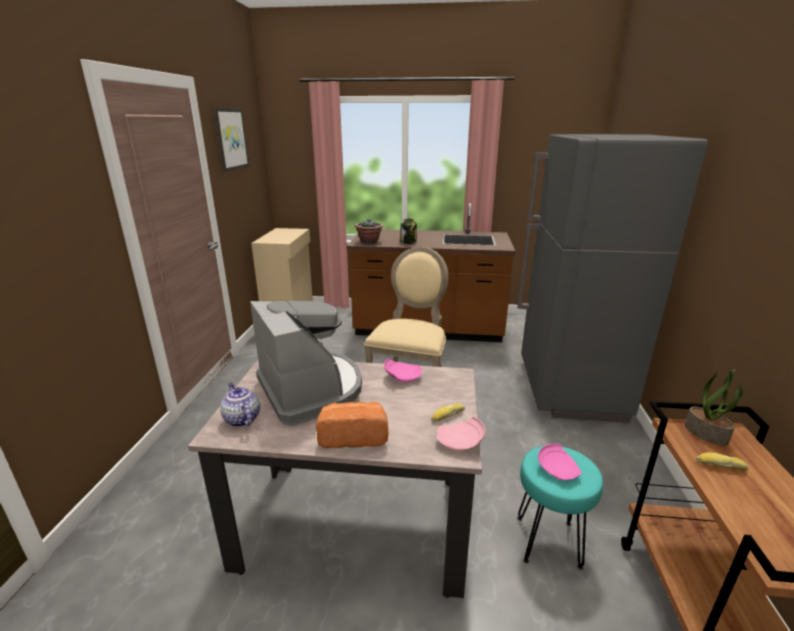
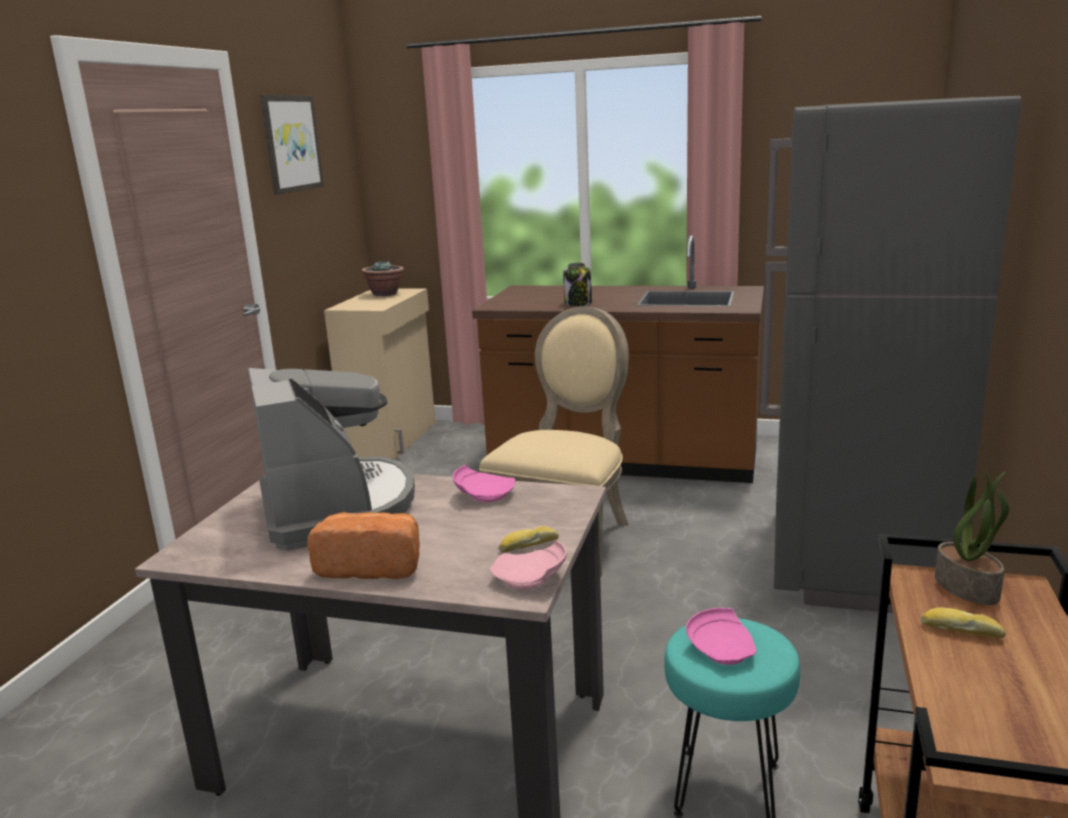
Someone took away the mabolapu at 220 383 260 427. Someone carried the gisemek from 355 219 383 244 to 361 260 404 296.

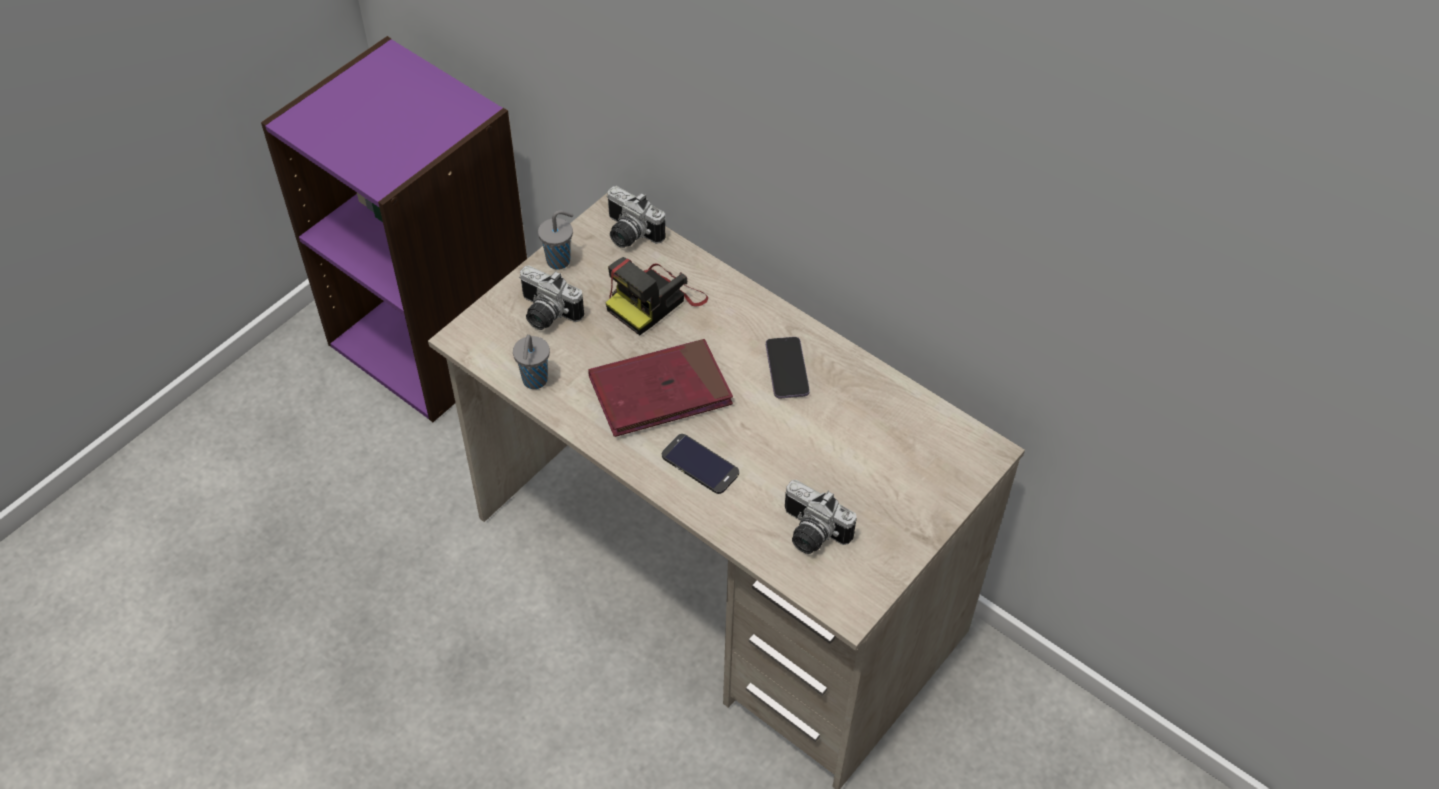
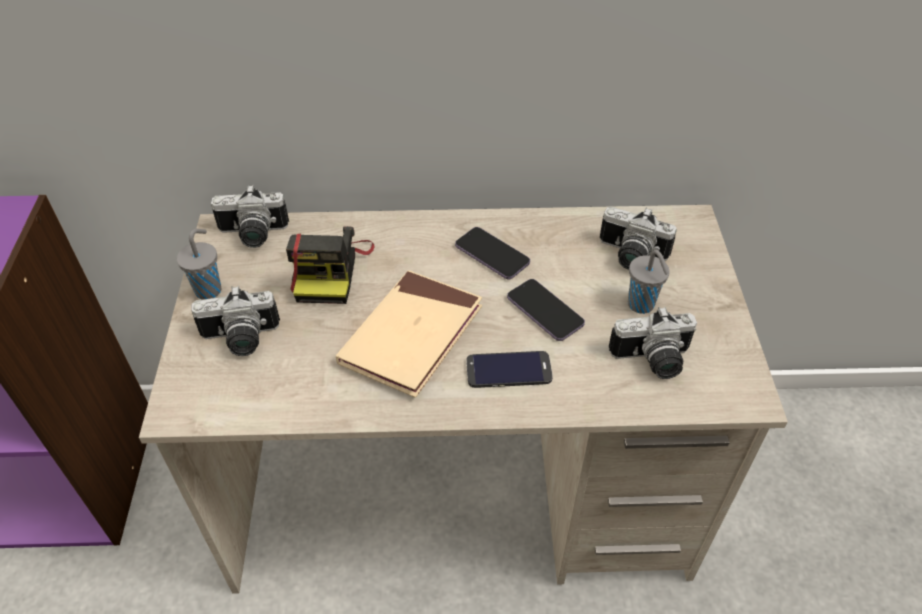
Someone carried the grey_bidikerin from 513 335 550 389 to 628 250 670 314. Someone repainted the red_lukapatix at 588 339 733 437, which became the beige_lukapatix at 336 270 482 398. Someone put down the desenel at 507 279 585 341. Someone put down the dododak at 600 207 677 270.

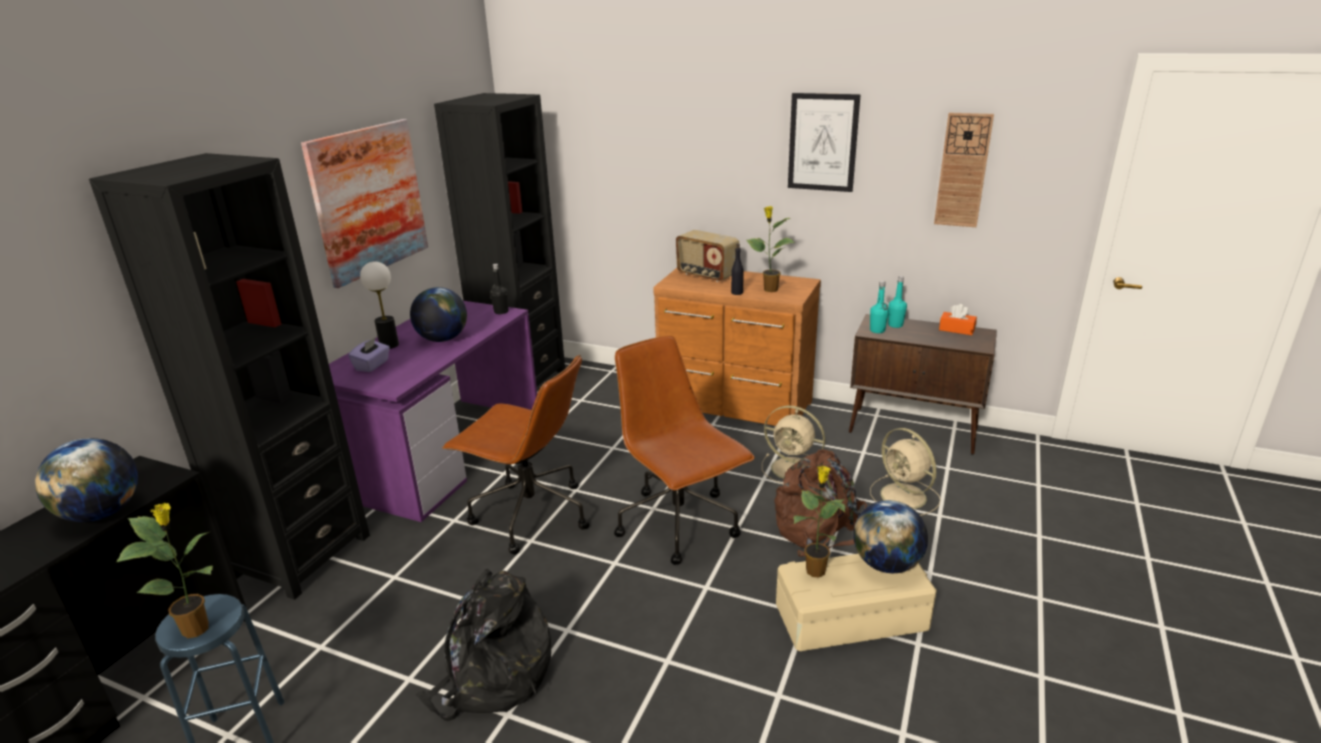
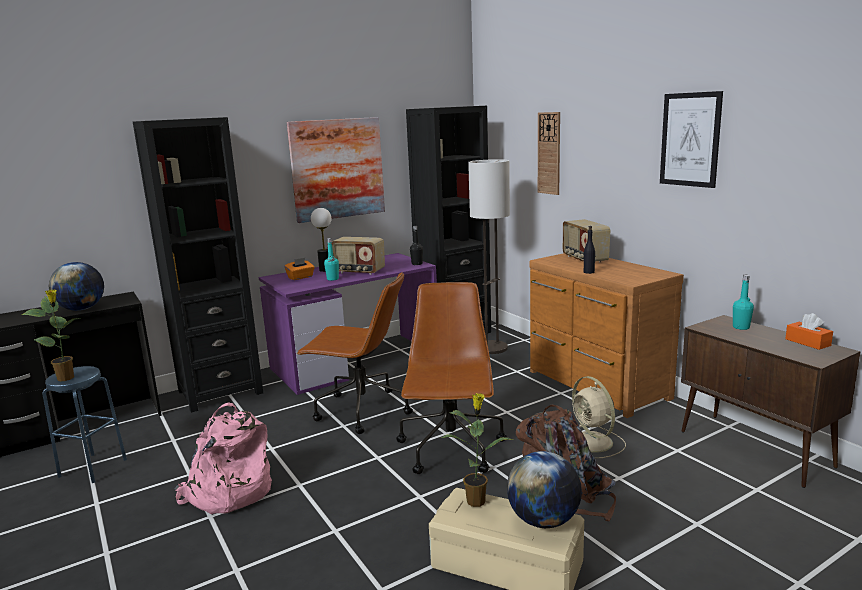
Someone repainted the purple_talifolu at 348 337 390 372, which became the orange_talifolu at 284 258 315 280. Someone swapped the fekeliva at 410 287 467 342 for the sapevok at 332 237 385 275. Someone repainted the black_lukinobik at 416 569 551 721, which became the pink_lukinobik at 175 402 272 514. Someone rotated the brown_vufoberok at 442 354 589 554 by 45 degrees counterclockwise. Someone took away the gisemek at 746 206 795 292. Someone carried the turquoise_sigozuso from 870 281 889 333 to 324 238 339 281. Someone took away the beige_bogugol at 870 428 941 516. Someone carried the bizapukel from 934 113 994 227 to 538 112 560 195. Someone put down the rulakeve at 468 159 510 354.

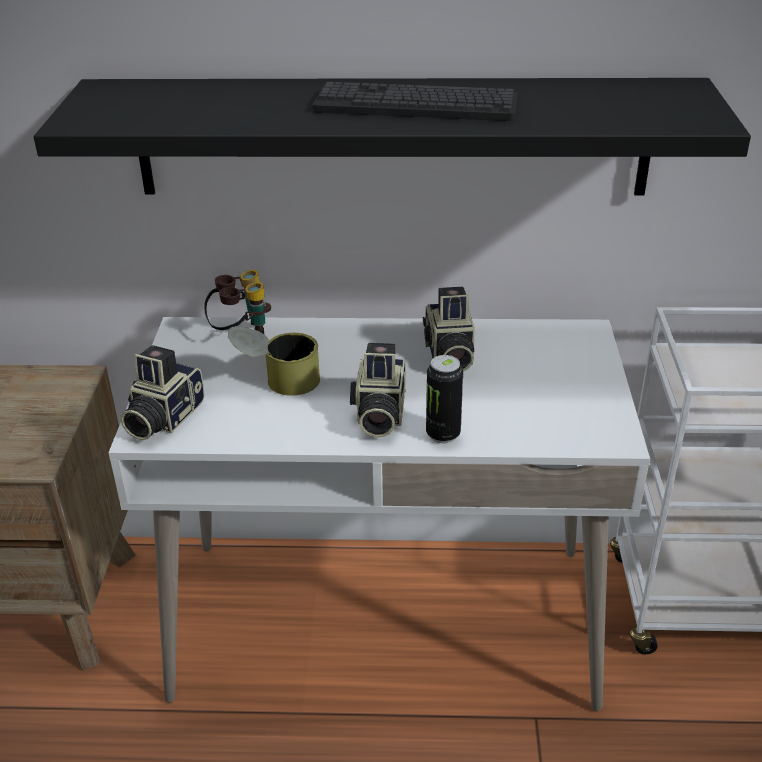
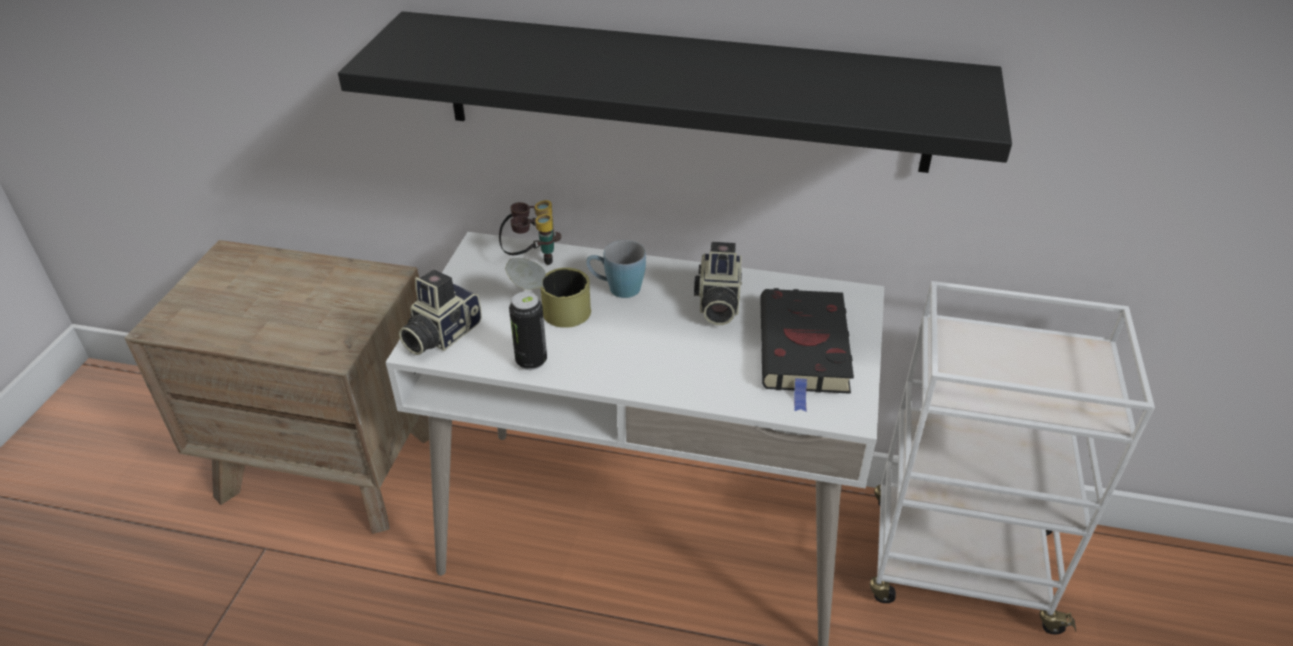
Someone took away the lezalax at 313 82 517 121. Someone took away the dododak at 350 343 406 438. Someone carried the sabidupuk from 426 355 463 443 to 509 292 547 370. Someone put down the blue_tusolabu at 586 240 646 298. Someone put down the black_lukapatix at 760 288 854 412.

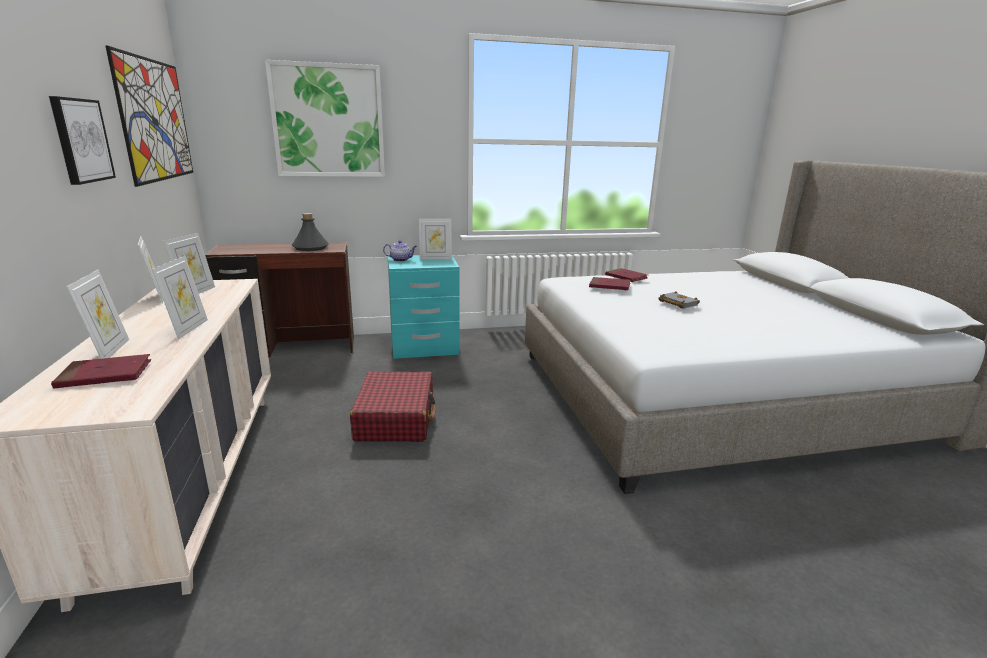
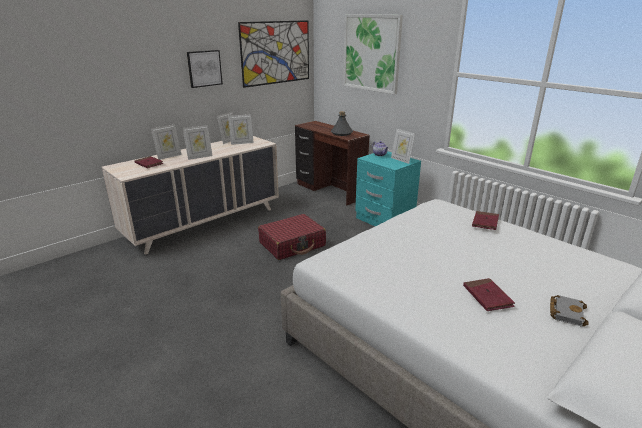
Someone carried the red_lukapatix from 589 277 631 291 to 463 278 515 311. Someone carried the grey_lukapatix from 658 291 700 309 to 550 295 589 327.

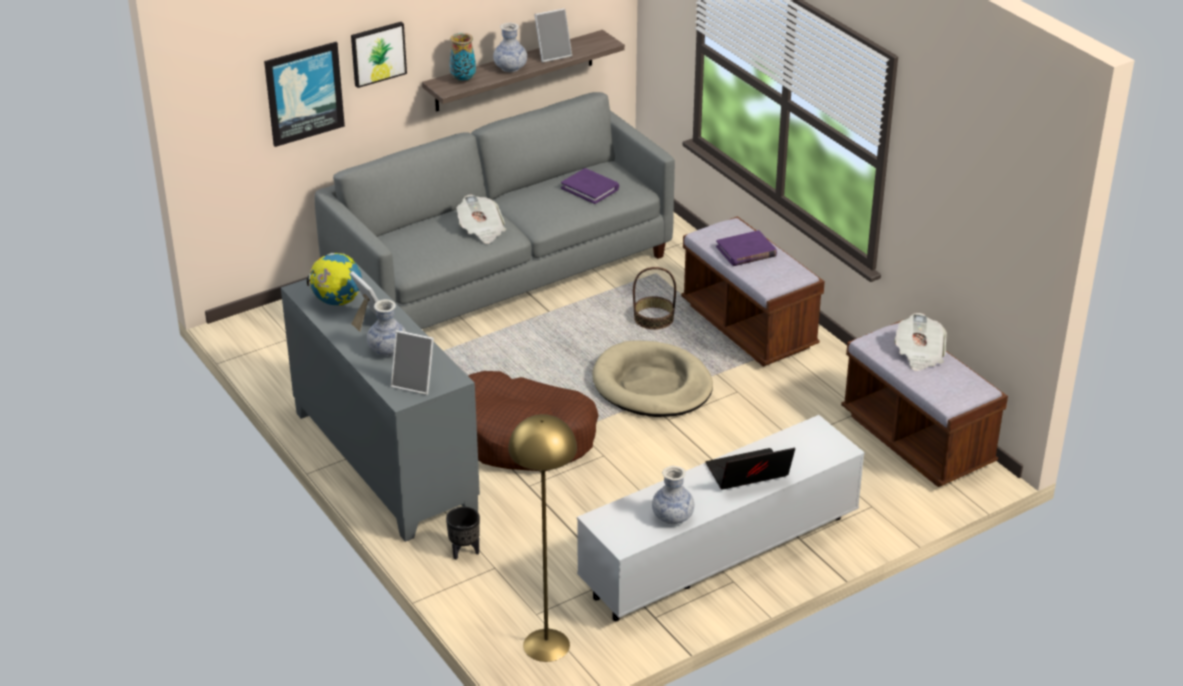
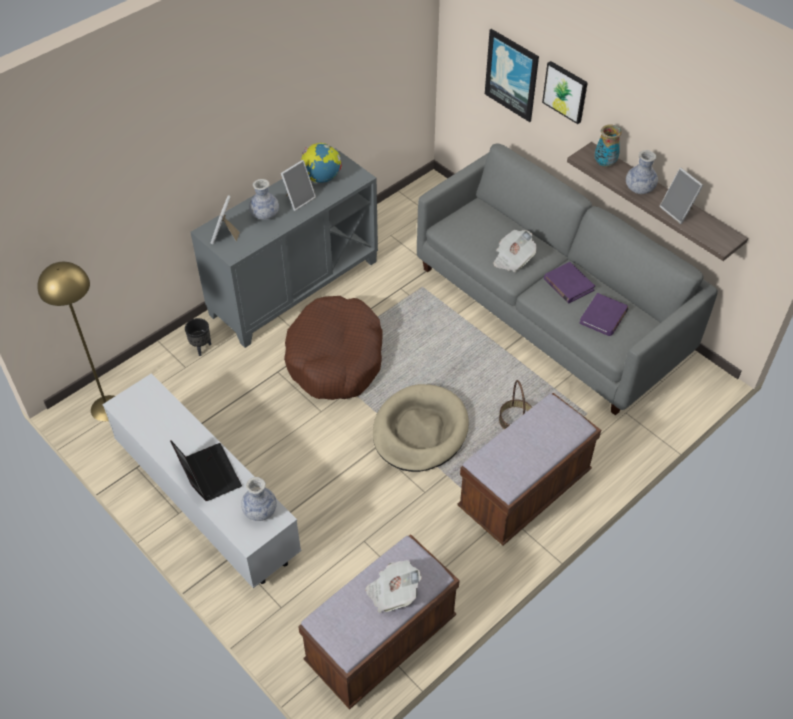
Someone carried the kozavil from 652 465 694 525 to 241 477 277 521. Someone carried the purple_lukapatix from 716 230 777 266 to 544 262 595 303.

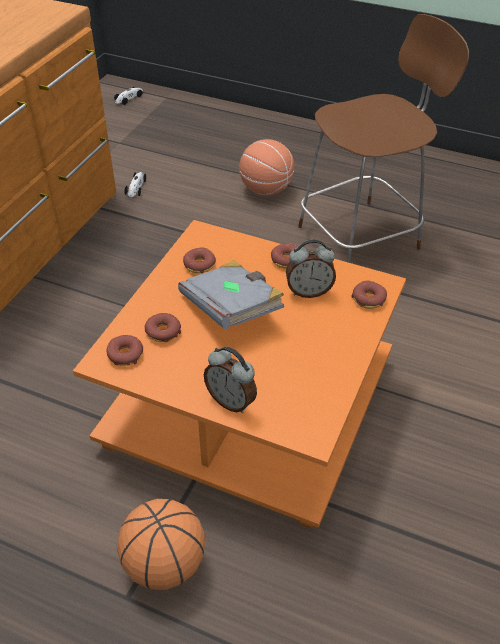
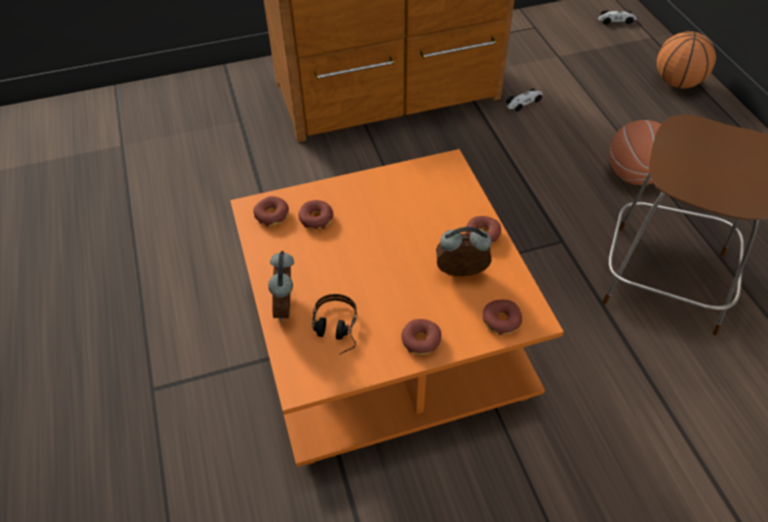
Someone carried the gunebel from 117 499 205 590 to 657 31 716 88. Someone took away the grey_lukapatix at 178 260 284 330. Someone carried the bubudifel from 183 247 216 273 to 401 319 441 355. Someone rotated the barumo at 286 240 336 298 by 135 degrees clockwise. Someone put down the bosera at 312 294 357 355.

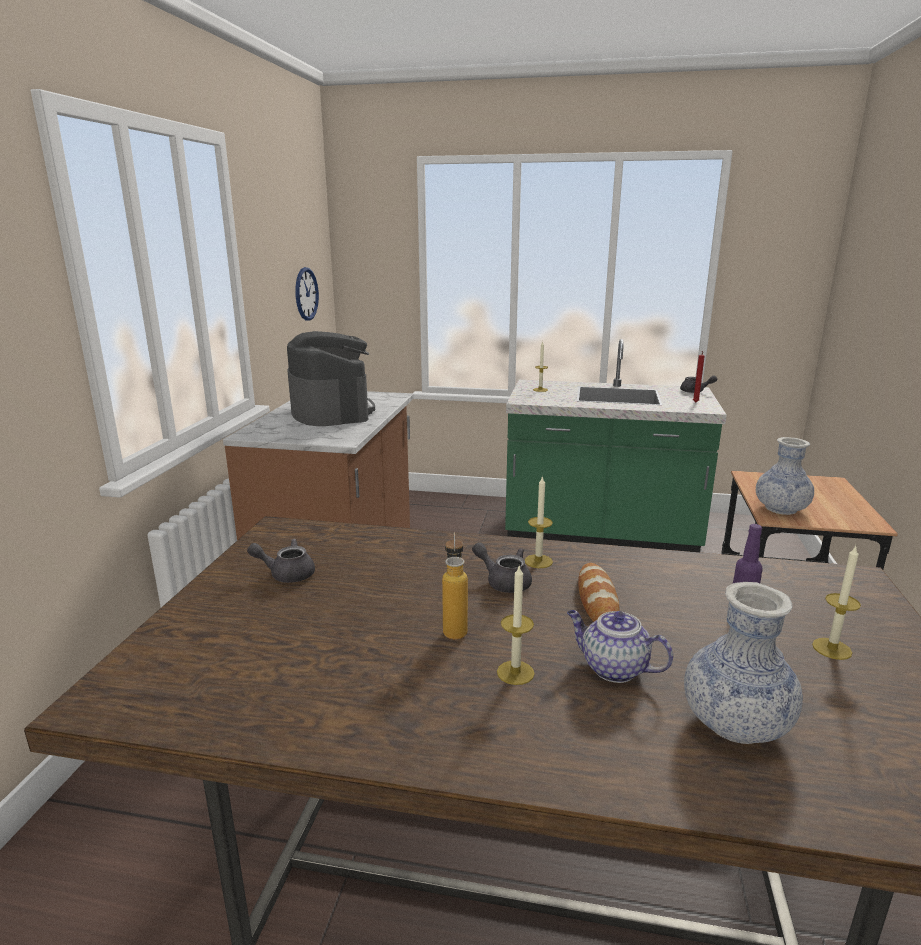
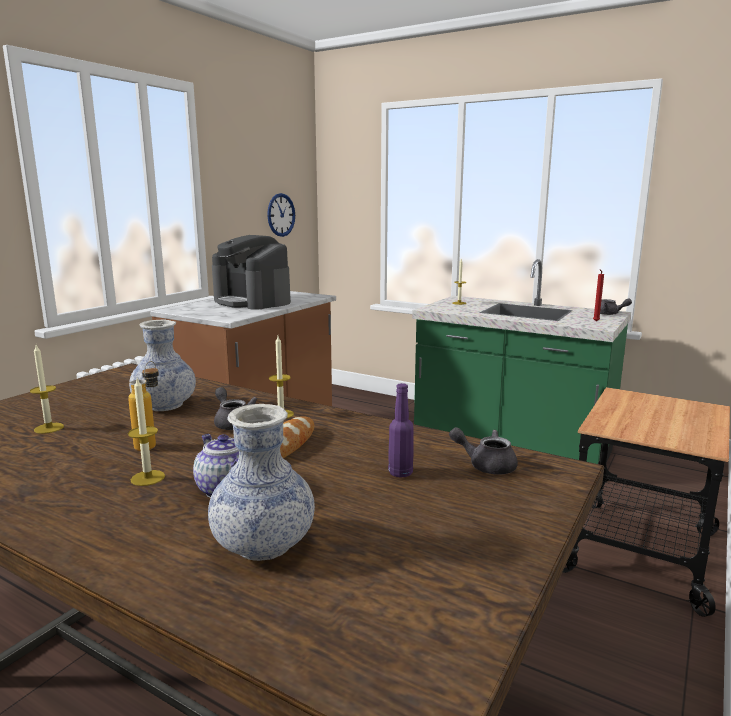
Someone carried the grey_mabolapu from 247 539 315 583 to 449 427 518 474. Someone rotated the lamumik at 287 331 375 426 by 135 degrees clockwise. Someone carried the kozavil from 756 437 814 515 to 129 319 196 411. Someone carried the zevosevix from 812 546 861 660 to 30 345 64 434.

